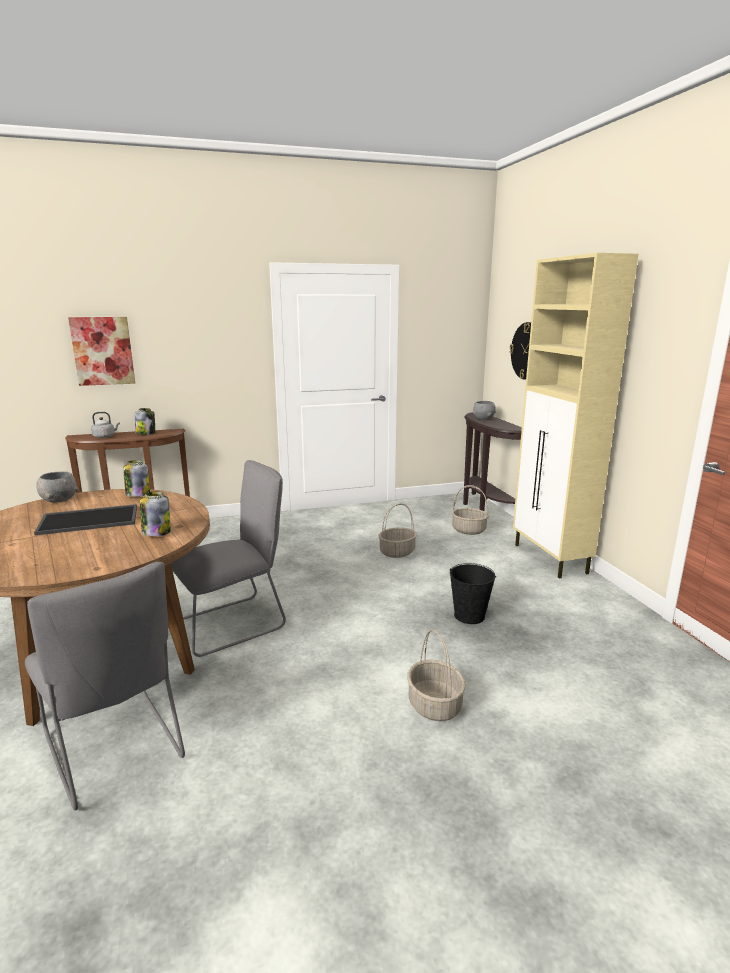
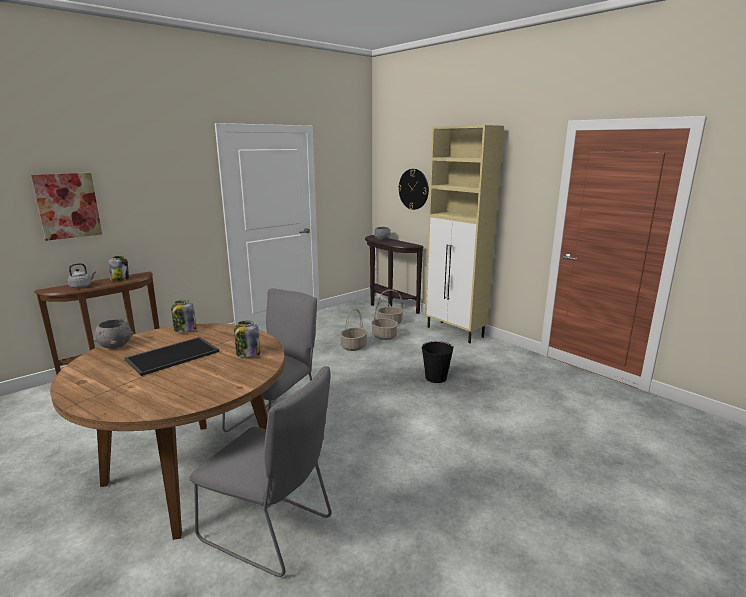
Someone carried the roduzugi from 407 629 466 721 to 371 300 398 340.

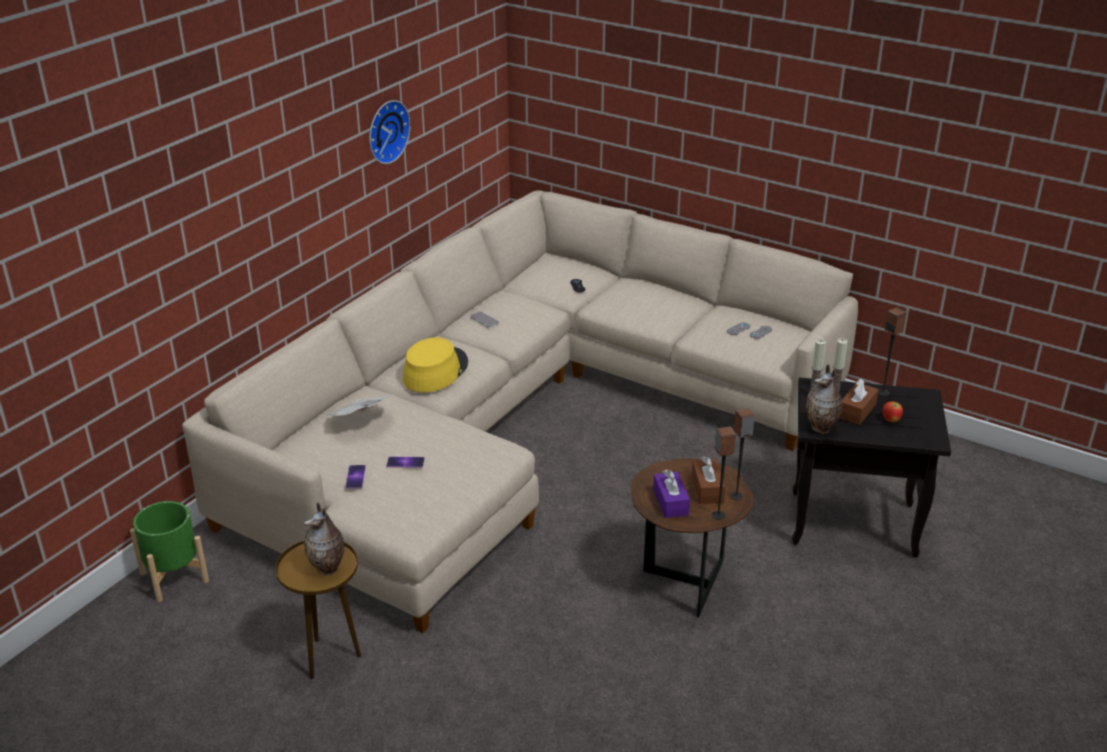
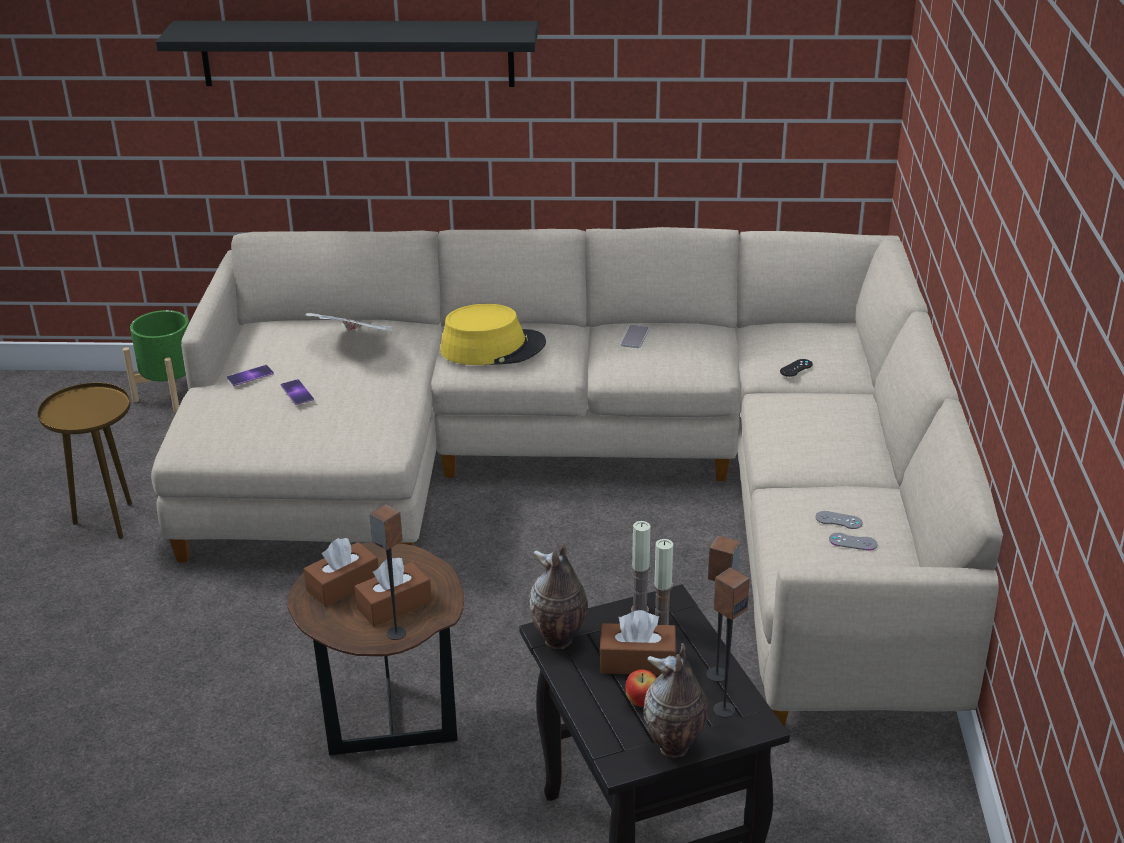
Someone carried the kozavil from 304 502 344 576 to 643 643 708 758. Someone took away the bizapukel at 369 100 411 164. Someone repainted the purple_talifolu at 653 470 690 518, which became the brown_talifolu at 304 538 379 607. Someone carried the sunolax from 712 426 736 520 to 713 567 750 718. Someone put up the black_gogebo at 156 21 538 87.

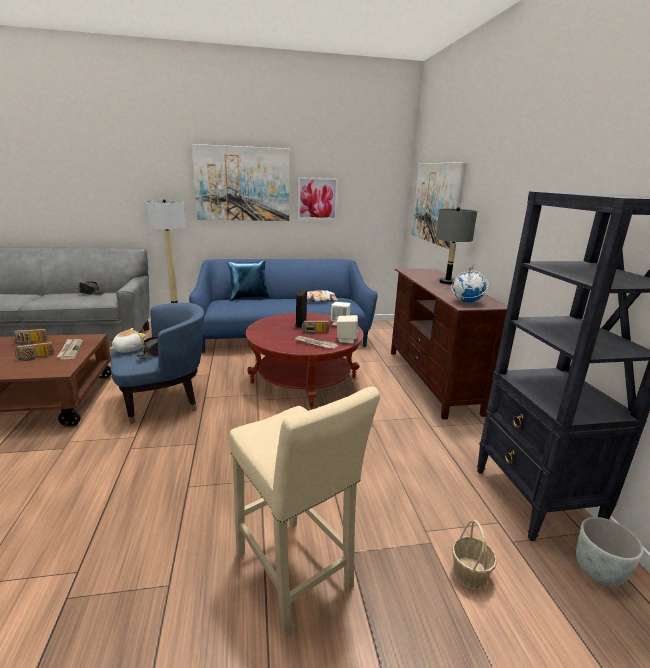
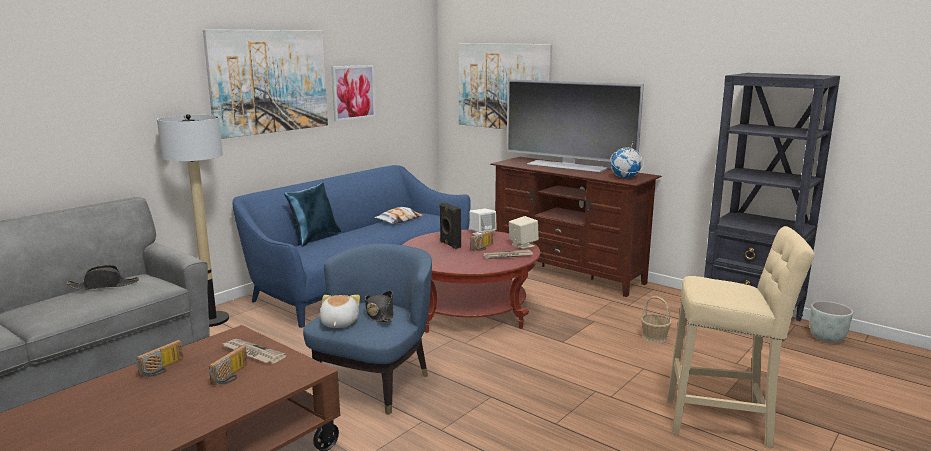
Someone swapped the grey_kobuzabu at 436 207 477 285 for the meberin at 506 79 644 173. Someone carried the roduzugi from 452 520 497 590 to 641 296 672 343.

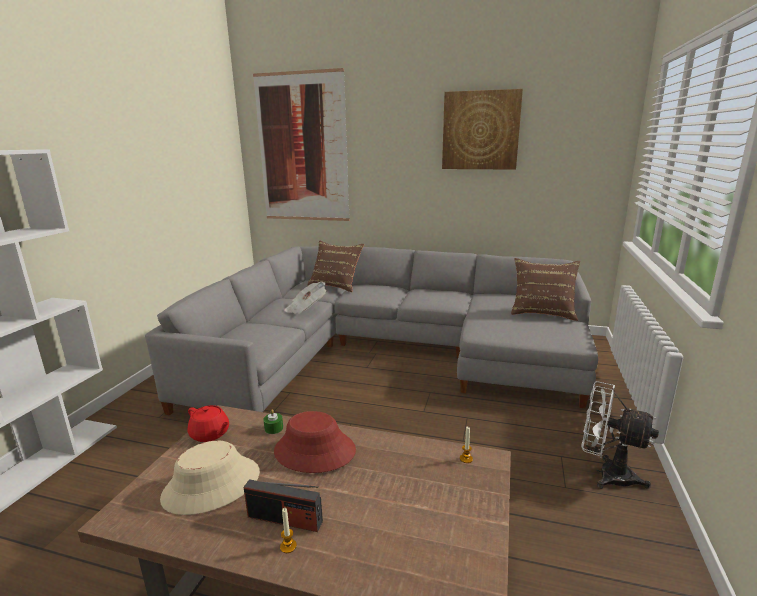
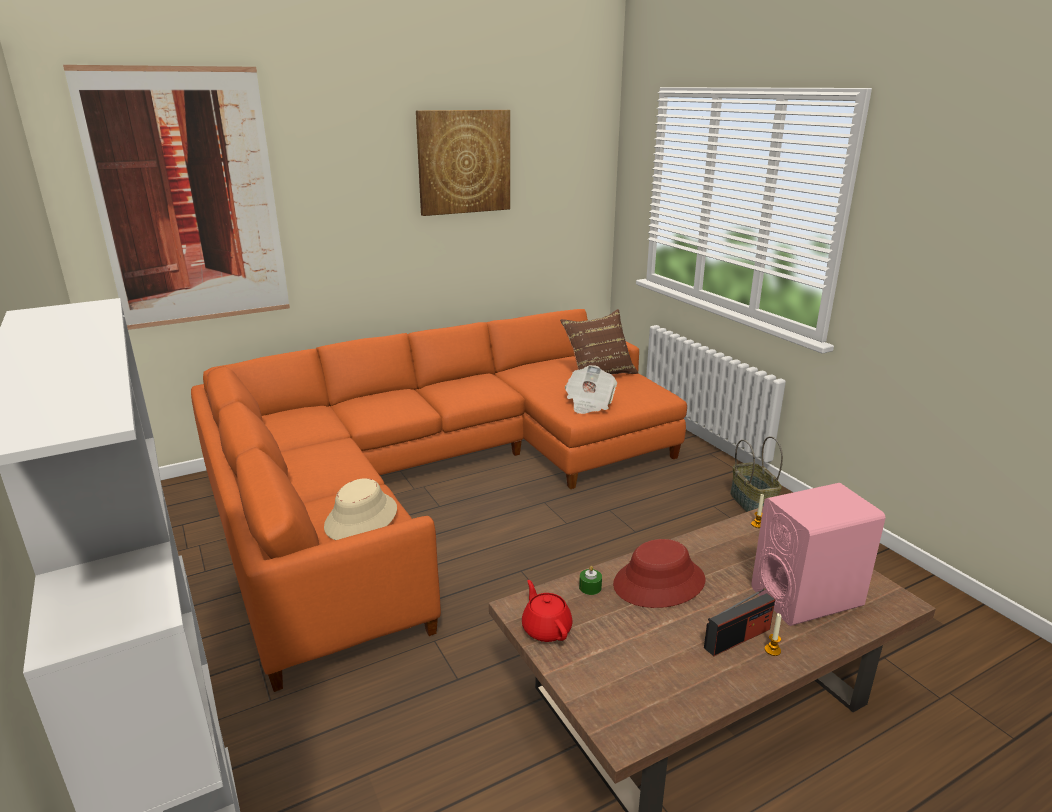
Someone repainted the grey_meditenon at 145 246 598 415, which became the orange_meditenon at 191 309 687 692. Someone carried the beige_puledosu from 160 440 260 515 to 324 478 397 540. Someone rotated the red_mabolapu at 187 405 229 442 by 105 degrees counterclockwise. Someone carried the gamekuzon from 284 282 326 314 to 565 365 617 414. Someone took away the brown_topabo at 307 240 364 292. Someone swapped the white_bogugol at 582 381 659 489 for the roduzugi at 730 436 783 512. Someone put down the pink_sunolax at 751 483 886 626.

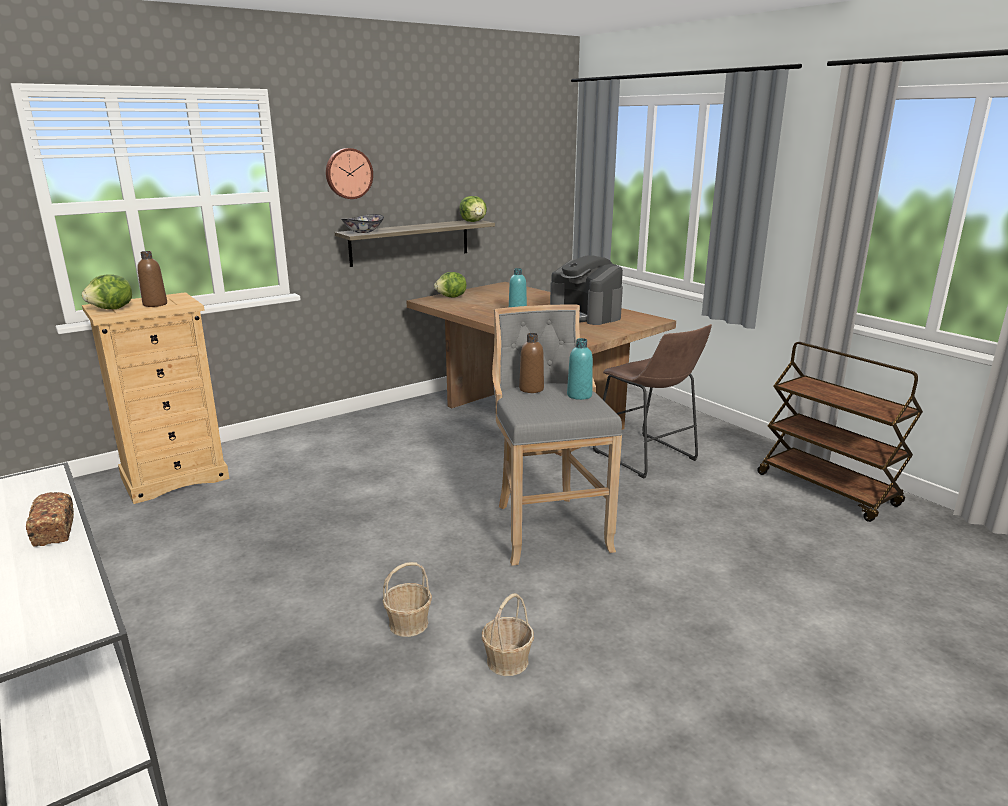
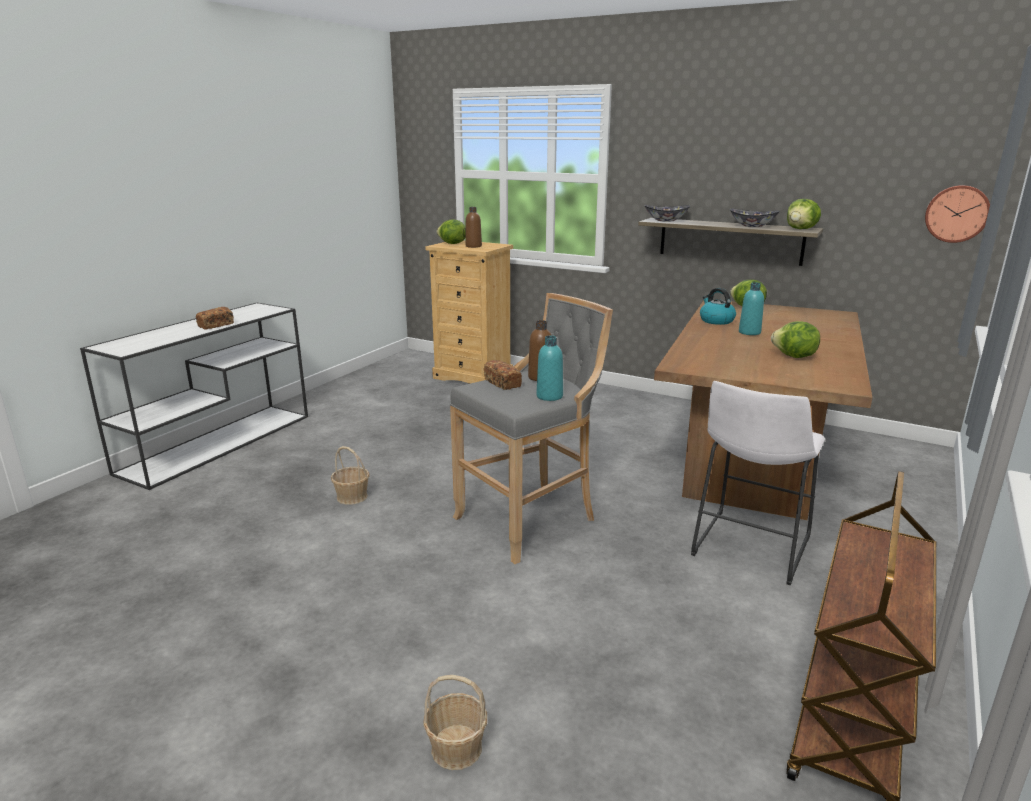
Someone carried the bizapukel from 326 148 373 199 to 925 185 990 243. Someone carried the roduzugi from 482 593 534 676 to 423 675 487 770. Someone swapped the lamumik at 550 255 623 325 for the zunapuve at 771 321 820 358. Someone repainted the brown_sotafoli at 593 324 712 479, which became the white_sotafoli at 691 381 825 585. Someone put down the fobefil at 483 360 522 390. Someone put down the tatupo at 700 288 736 325. Someone put down the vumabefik at 730 209 780 227.

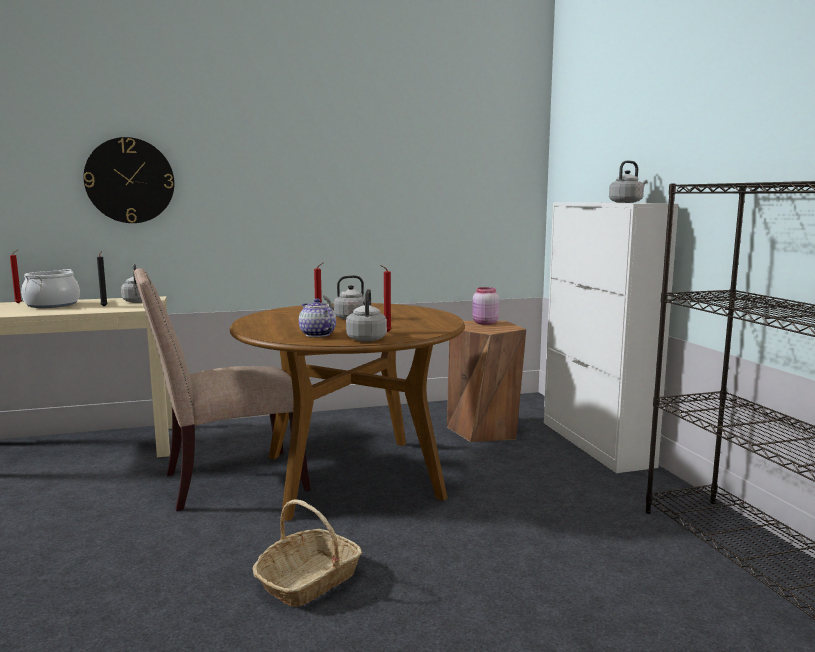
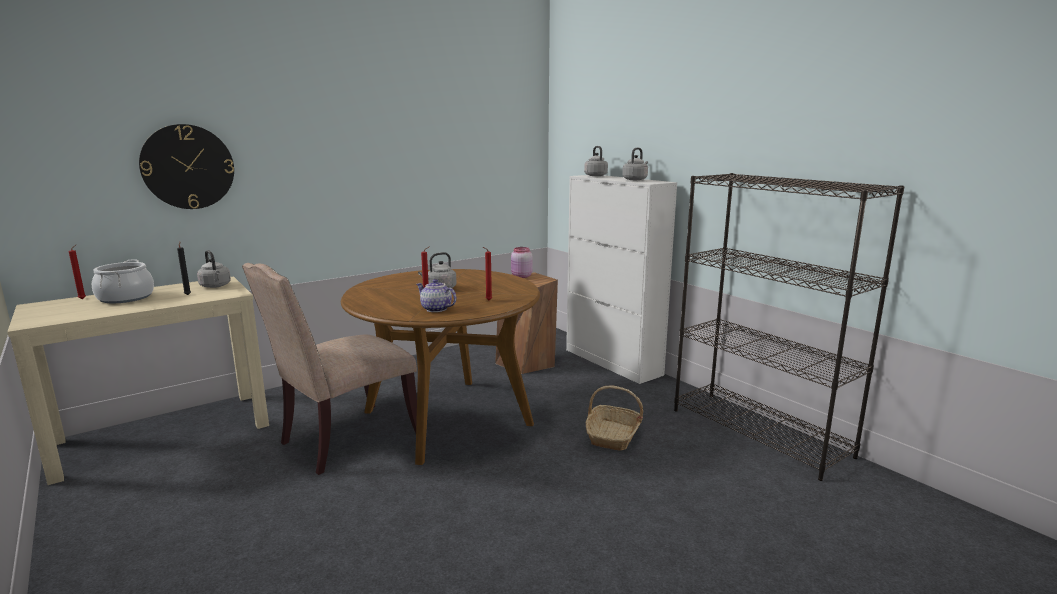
Someone carried the roduzugi from 252 499 362 607 to 586 385 643 451. Someone carried the grey_tatupo from 346 289 387 342 to 584 146 608 176.

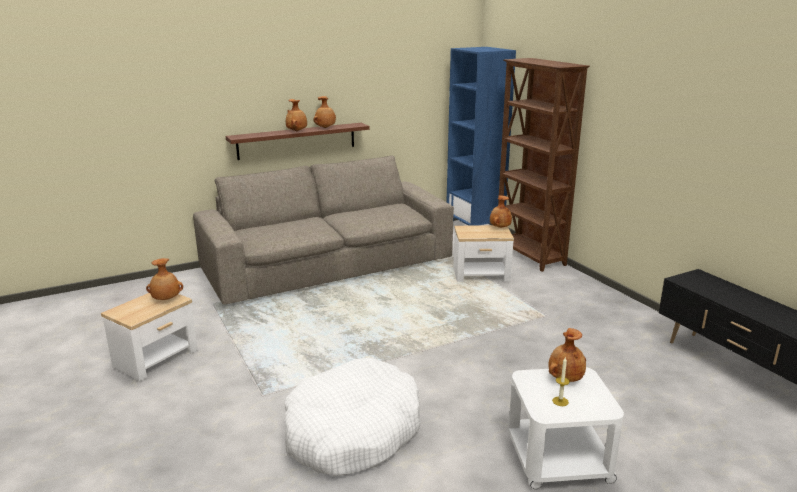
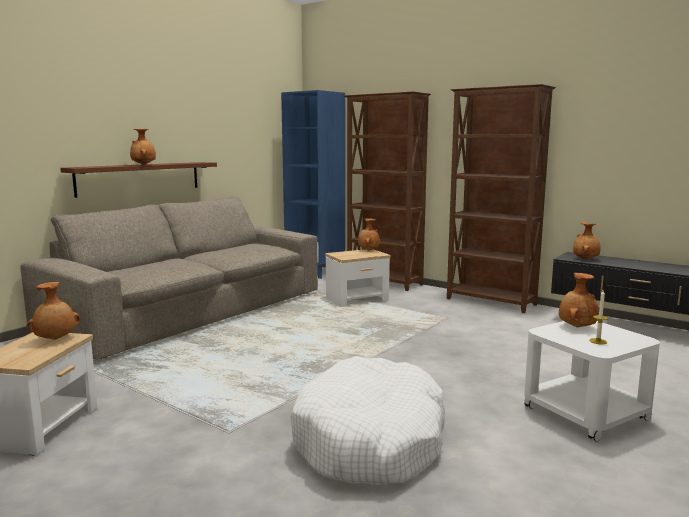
Someone carried the brown_kozavil from 313 96 336 128 to 573 222 601 260. Someone put down the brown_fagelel at 447 84 556 313.

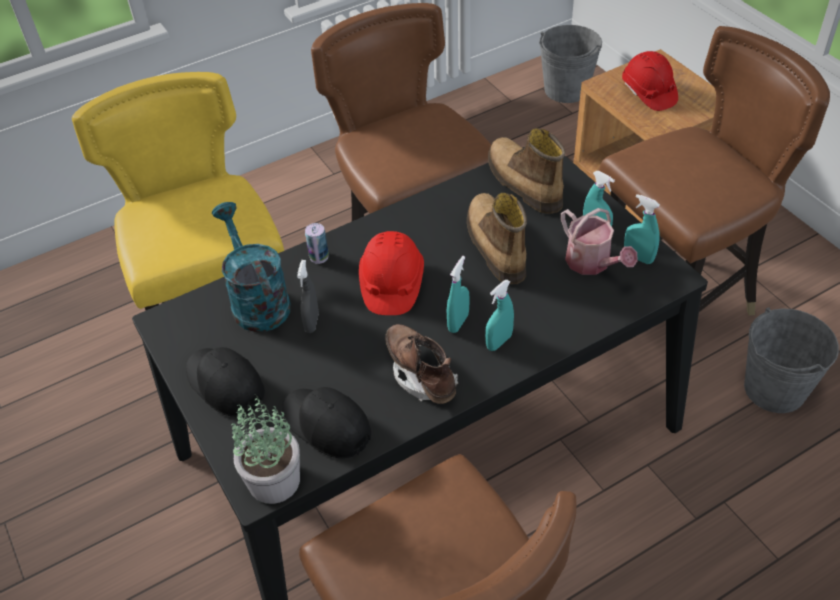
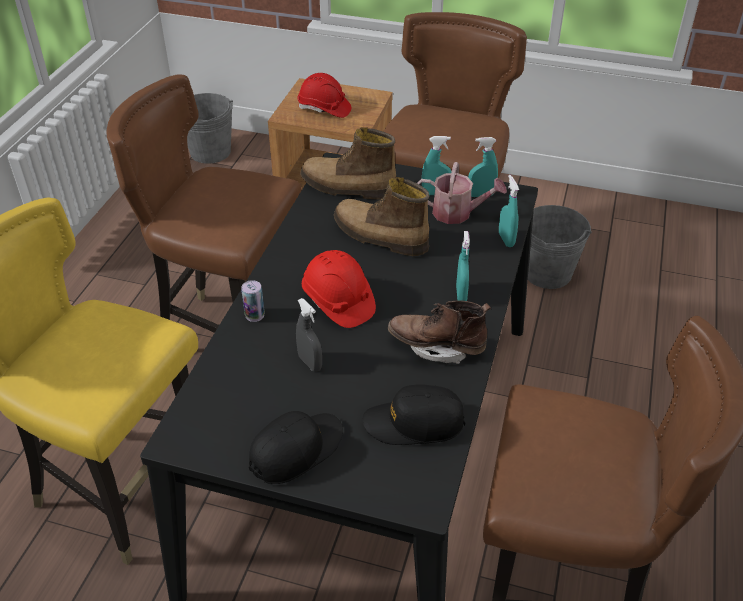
Someone rotated the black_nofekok at 186 347 265 416 by 135 degrees clockwise. Someone took away the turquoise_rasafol at 212 202 290 332. Someone took away the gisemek at 232 394 300 504. Someone carried the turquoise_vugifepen from 447 256 470 333 to 499 175 519 247.

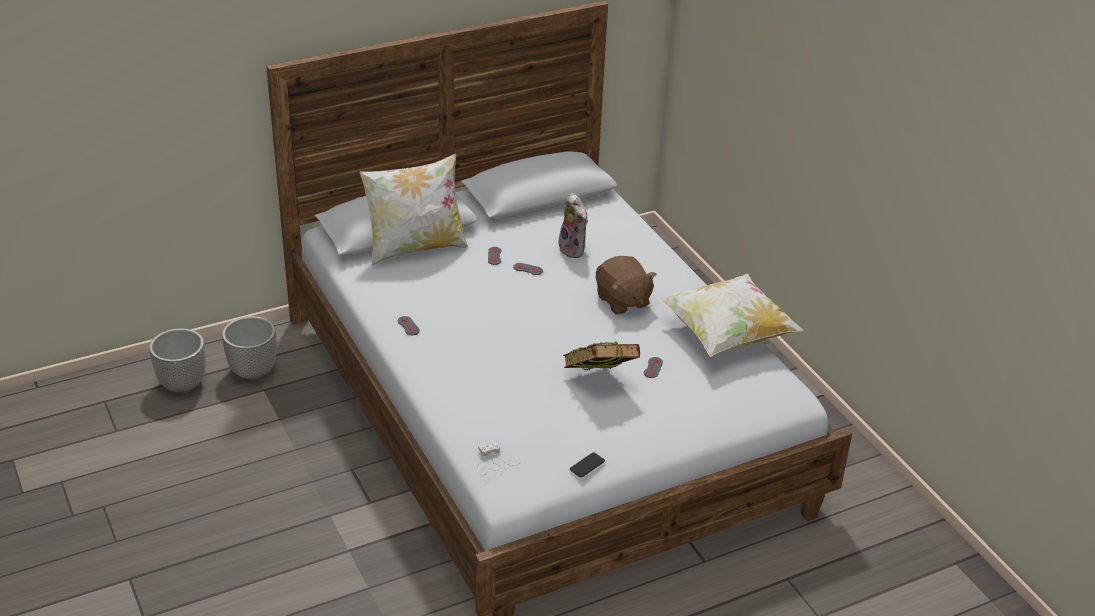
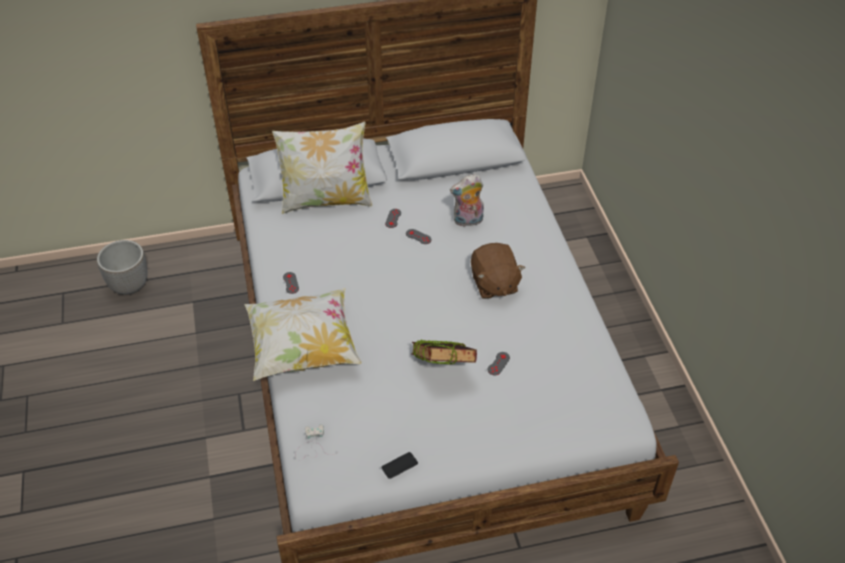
Someone took away the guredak at 222 316 277 380. Someone rotated the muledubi at 558 193 588 258 by 90 degrees clockwise. Someone carried the topabo from 659 274 803 357 to 244 288 362 381.

